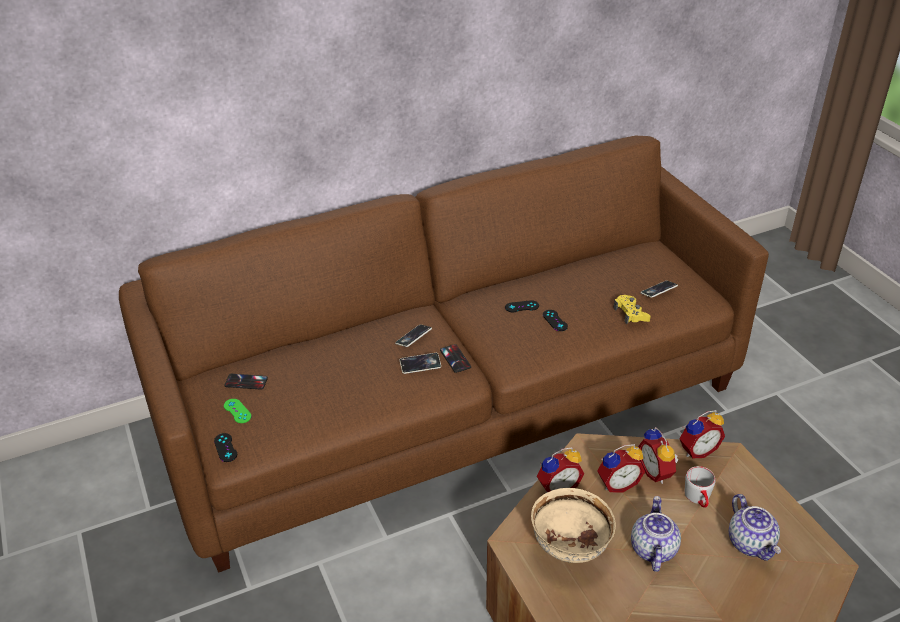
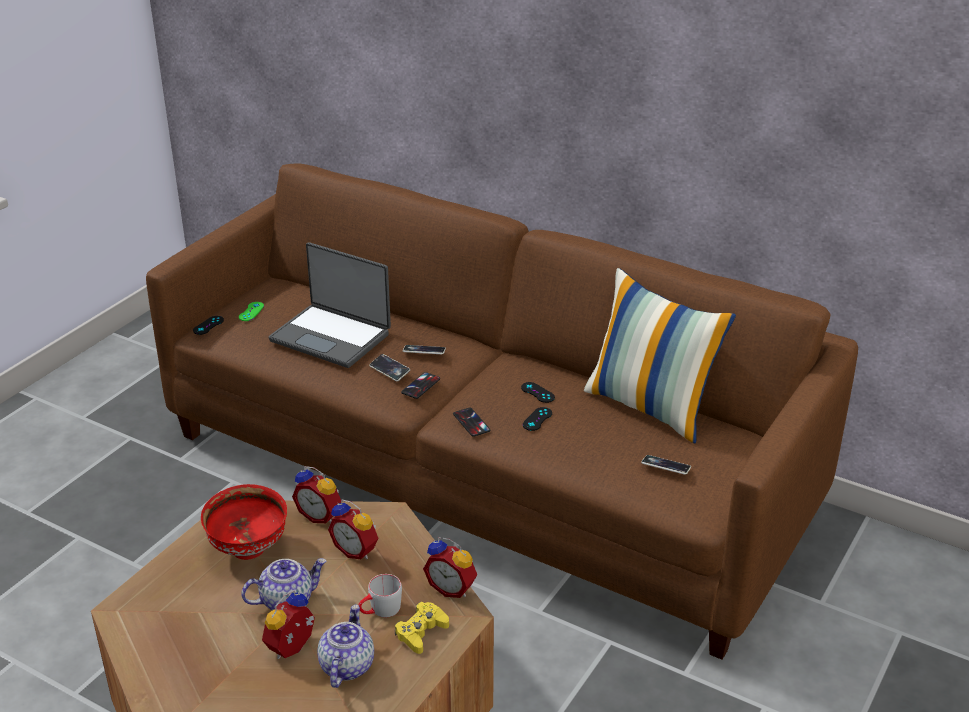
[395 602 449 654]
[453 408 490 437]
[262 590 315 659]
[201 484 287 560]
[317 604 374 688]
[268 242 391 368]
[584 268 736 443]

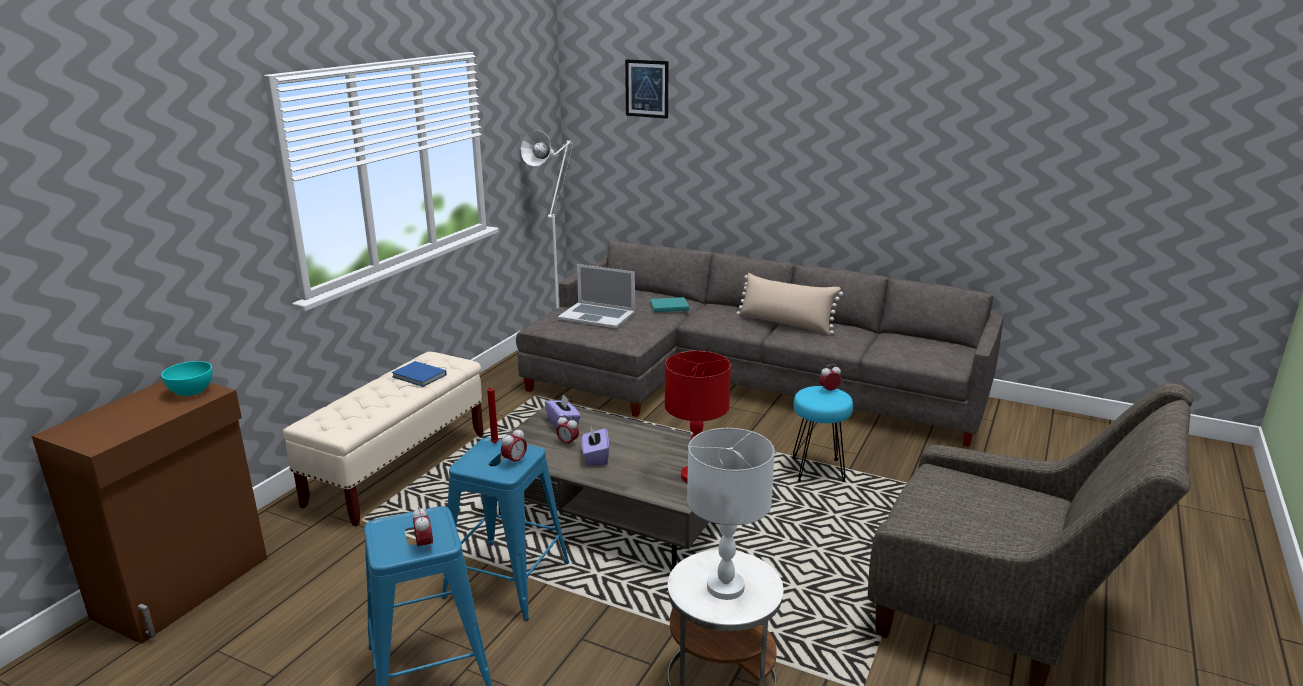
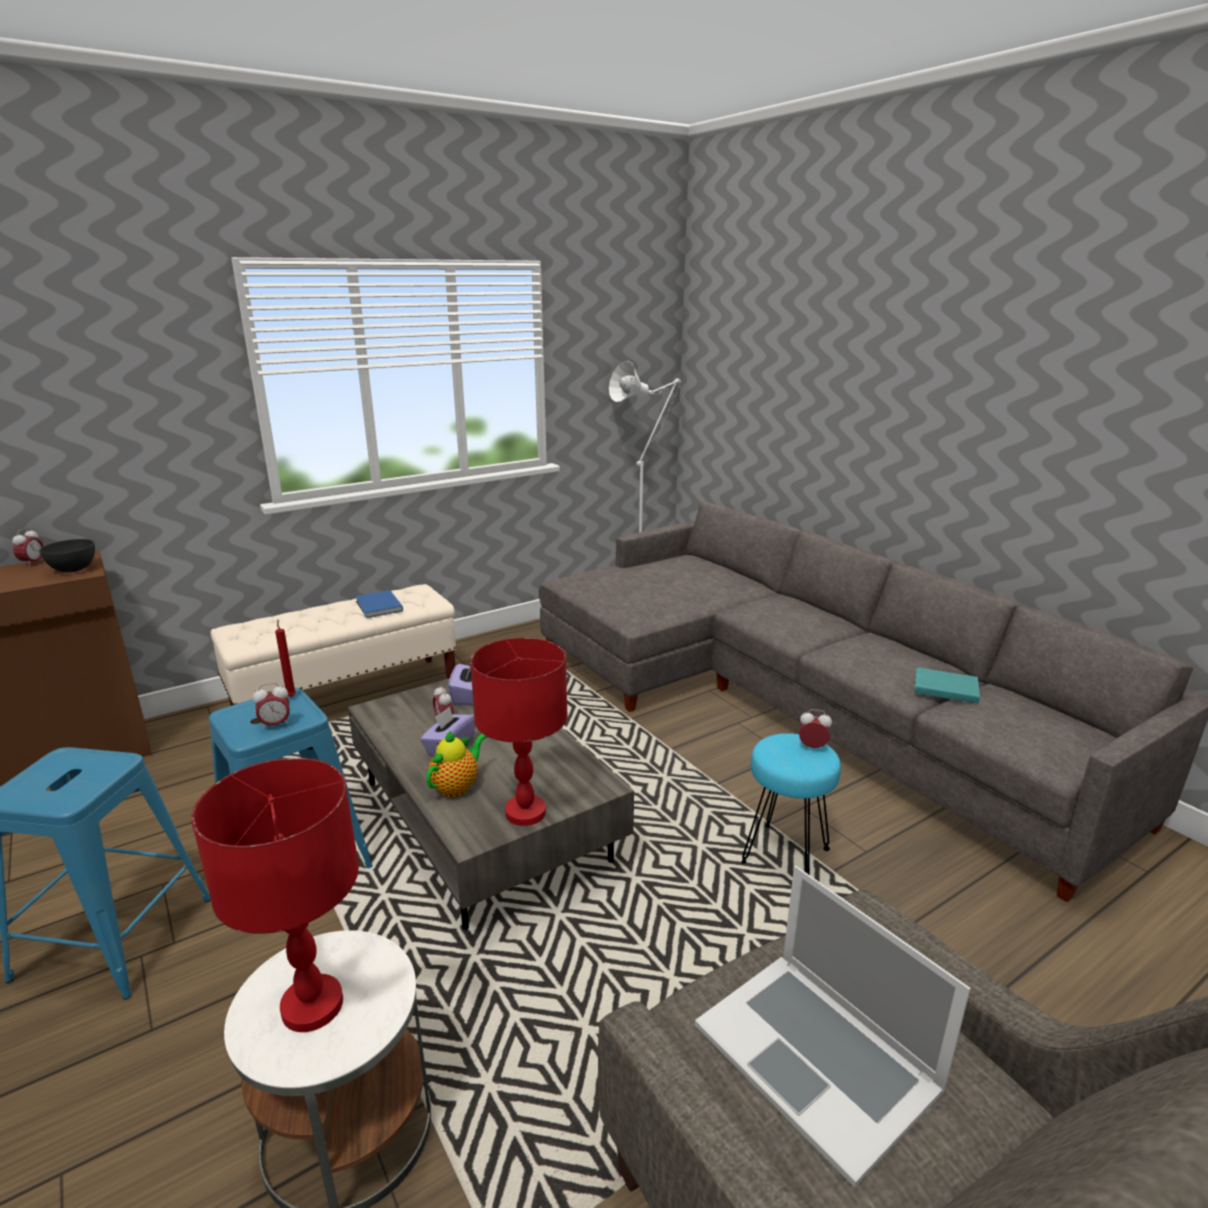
[625 59 669 119] (first image)
[695 866 971 1188]
[736 273 843 336] (first image)
[915 667 980 704]
[39 539 95 572]
[191 758 359 1032]
[12 528 44 567]
[426 730 487 798]

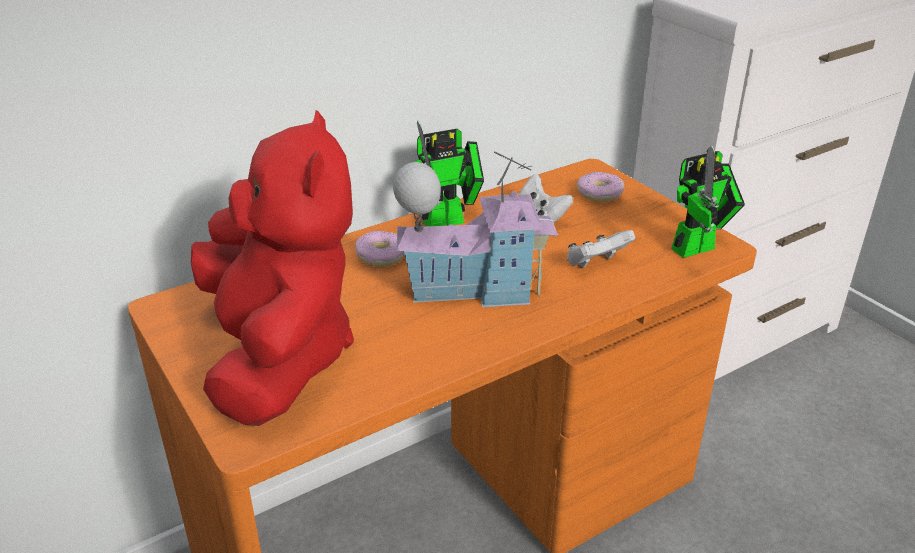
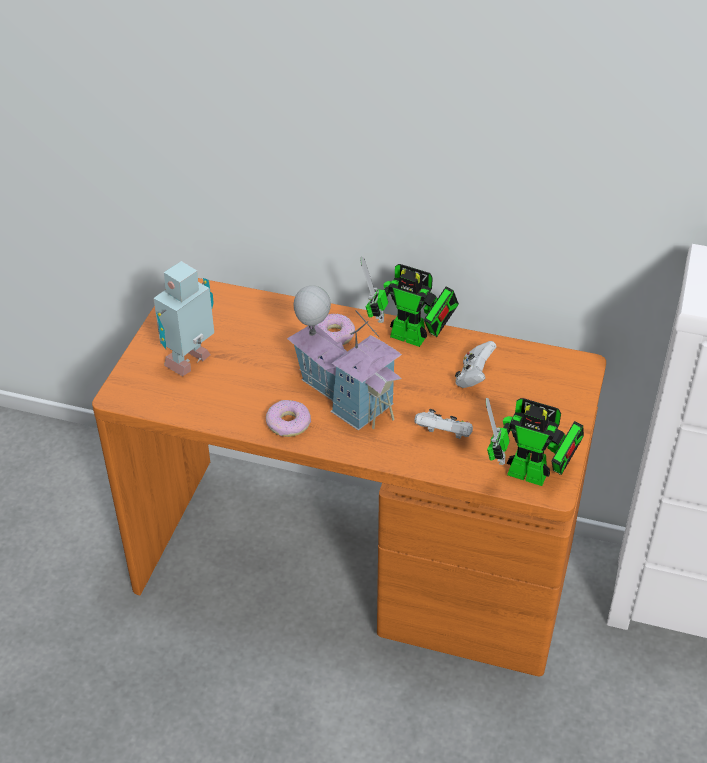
[153 261 214 376]
[266 400 311 437]

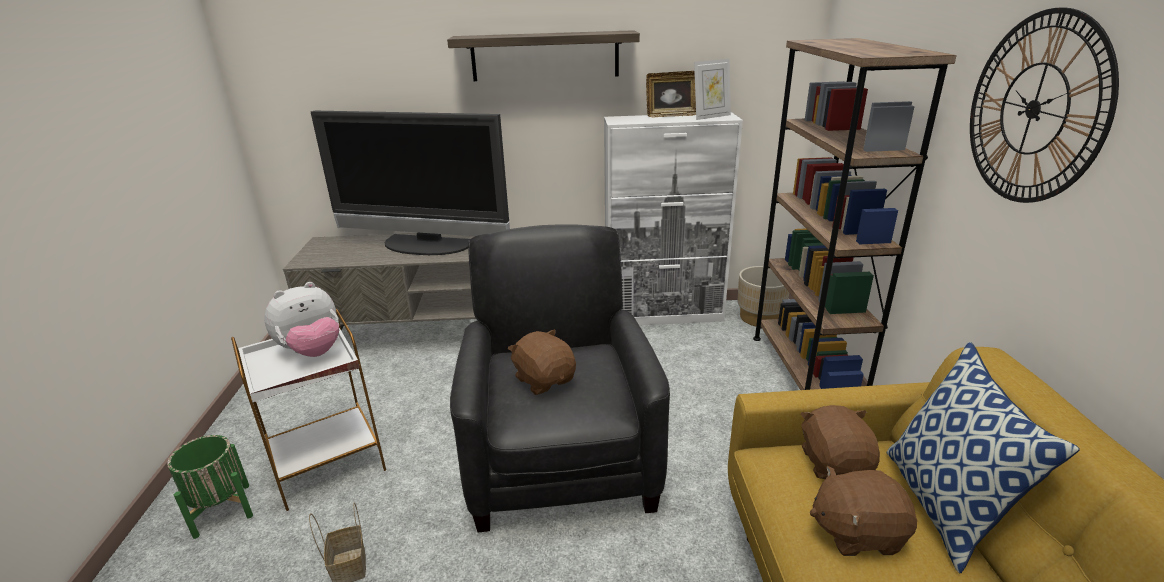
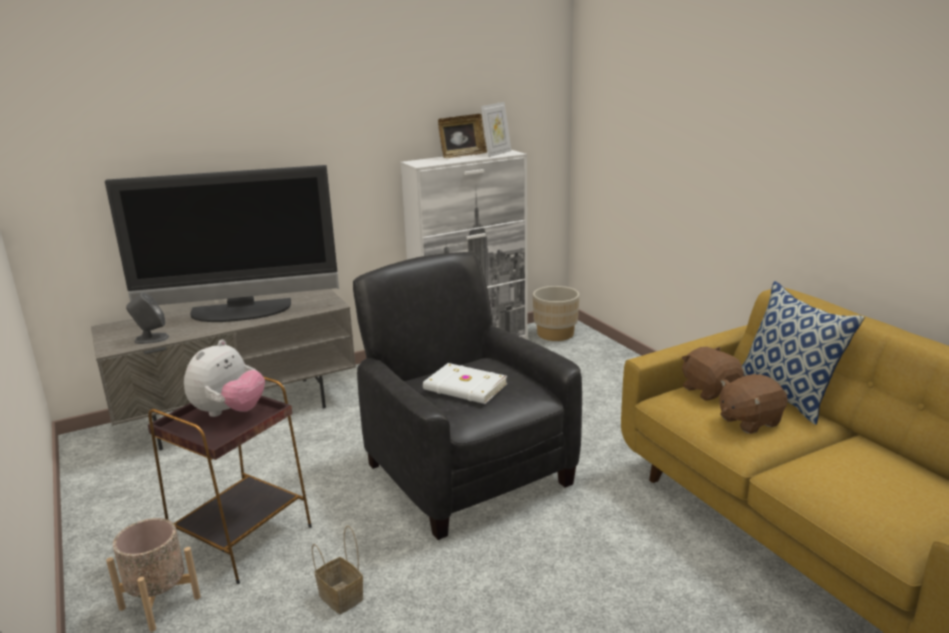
[970 7 1119 203] (first image)
[447 30 640 81] (first image)
[753 38 957 390] (first image)
[148 376 312 584]
[423 363 507 404]
[106 518 201 632]
[126 293 169 344]

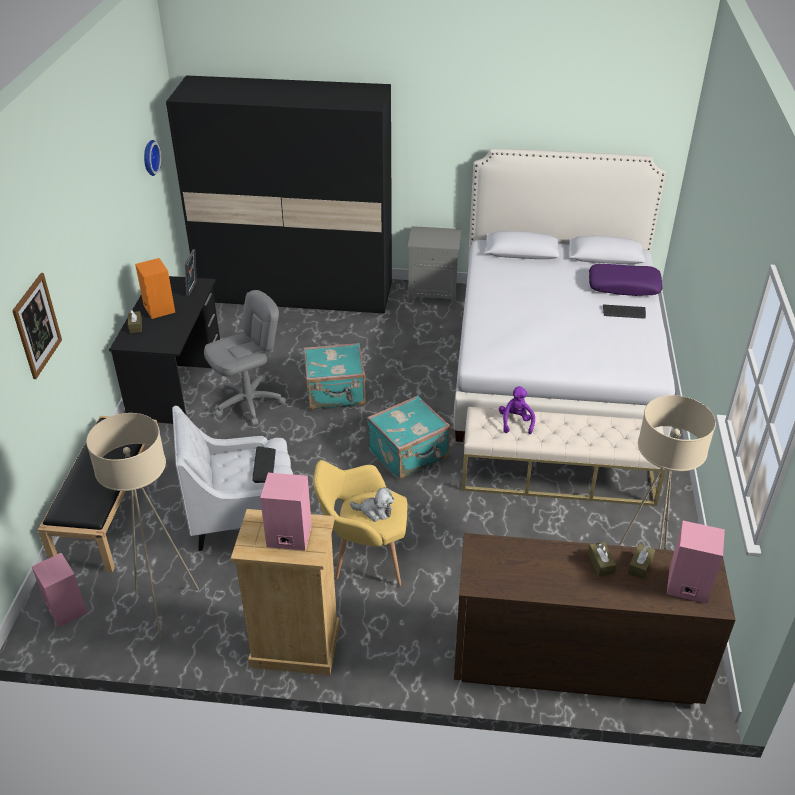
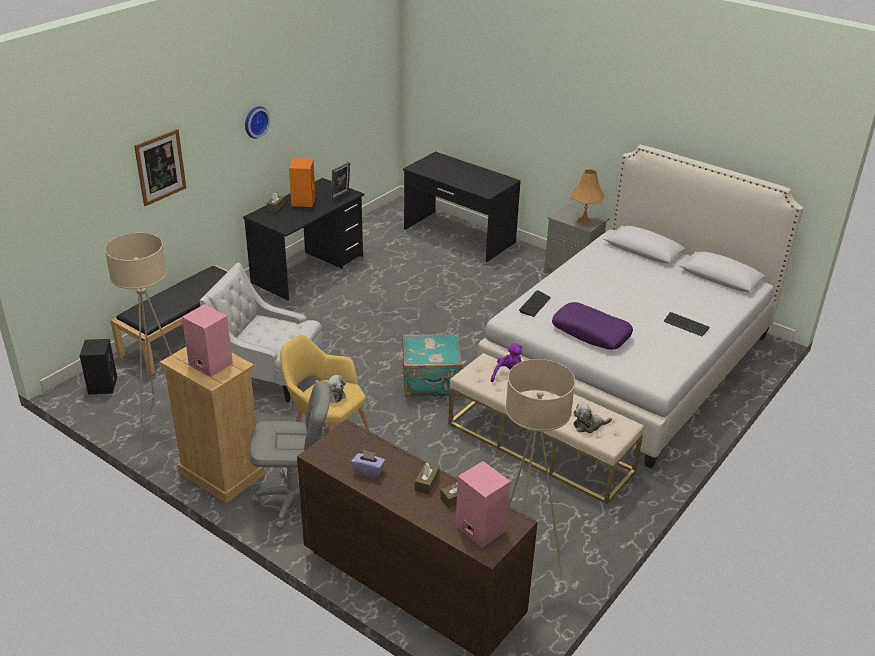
[403 151 521 262]
[245 106 270 139]
[552 302 633 350]
[249 381 330 529]
[303 343 366 410] (first image)
[519 290 551 317]
[79 339 117 394]
[570 169 605 225]
[573 402 612 433]
[351 450 385 478]

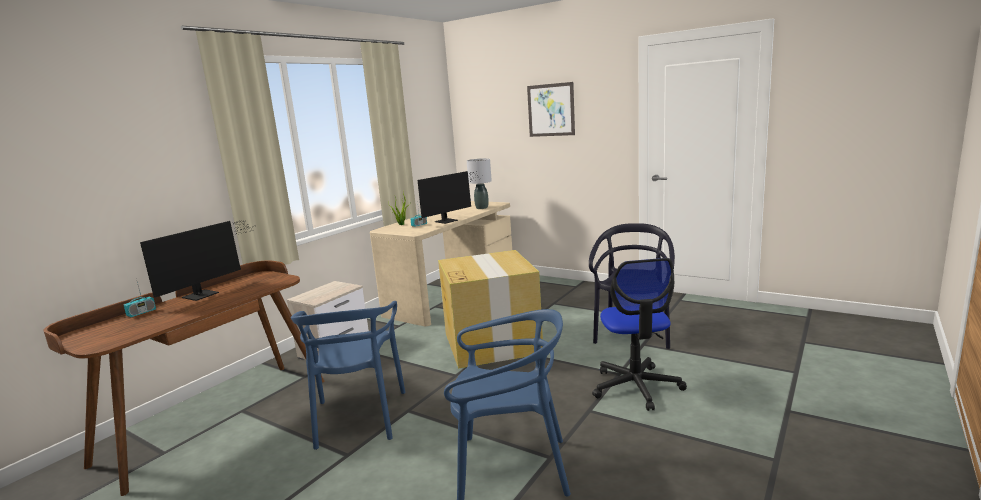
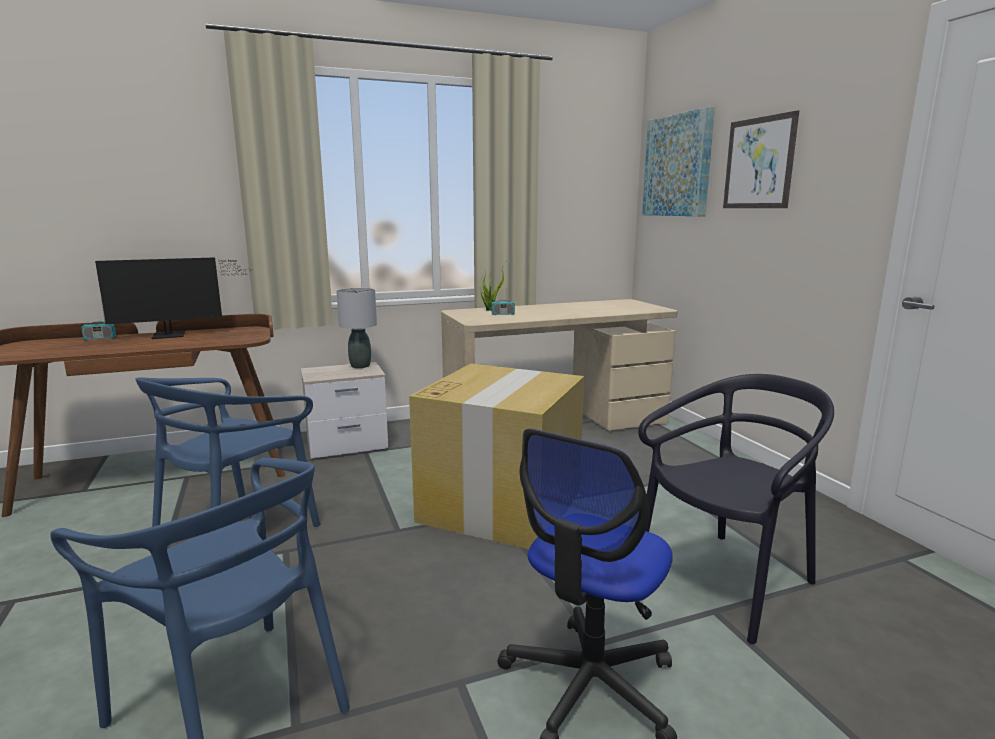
[337 288 377 368]
[417 171 482 224] (first image)
[642 106 715 216]

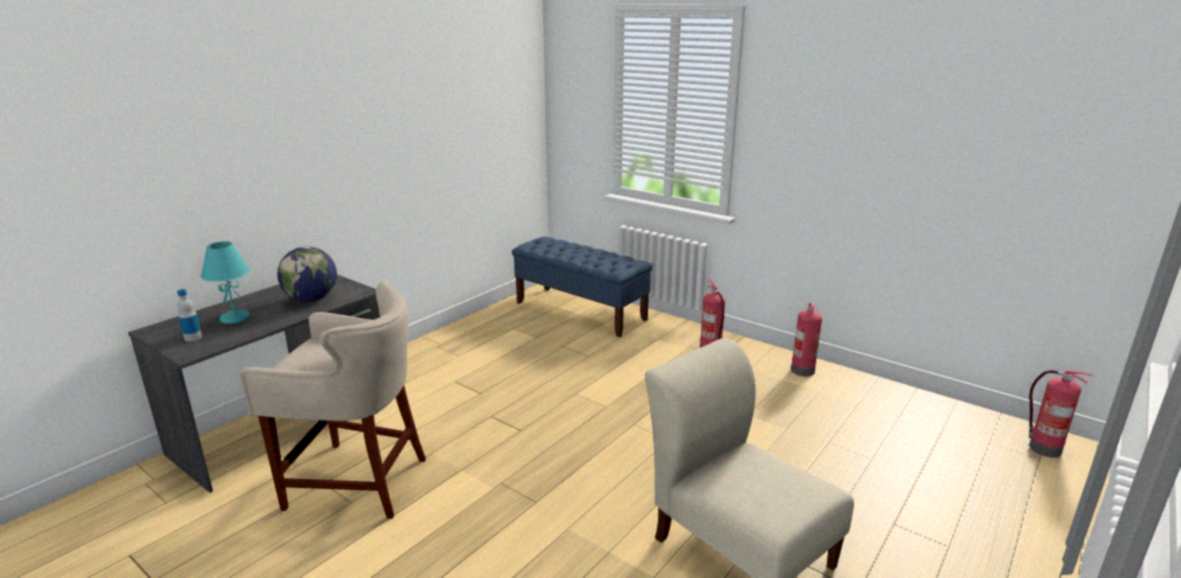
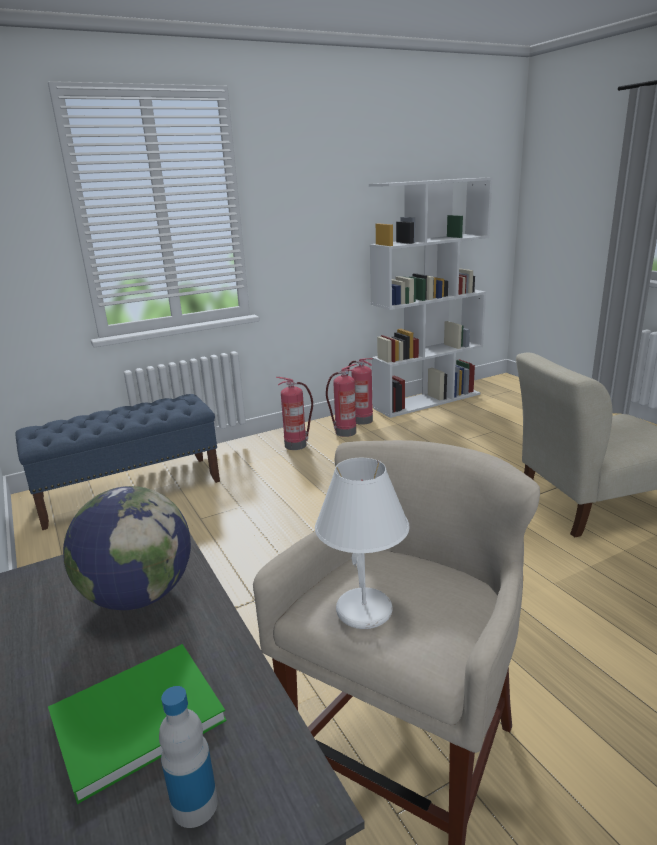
[48 644 227 804]
[326 364 357 437]
[369 177 493 418]
[315 458 410 629]

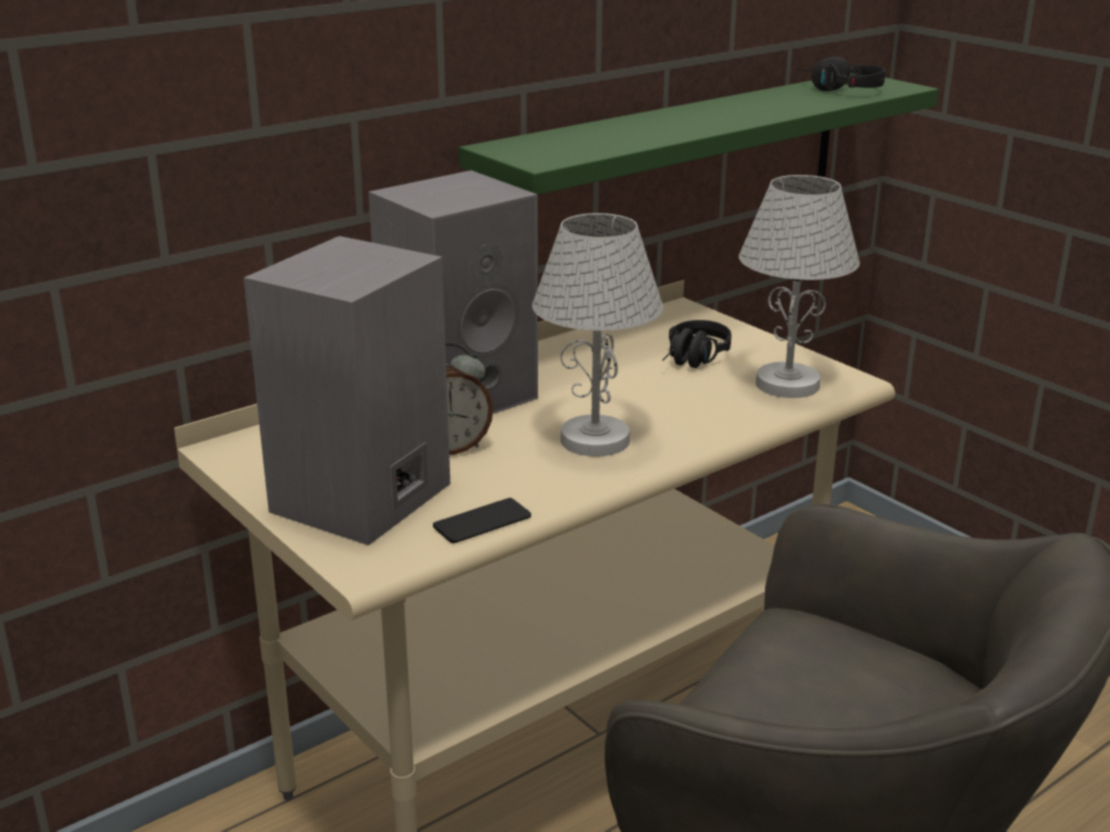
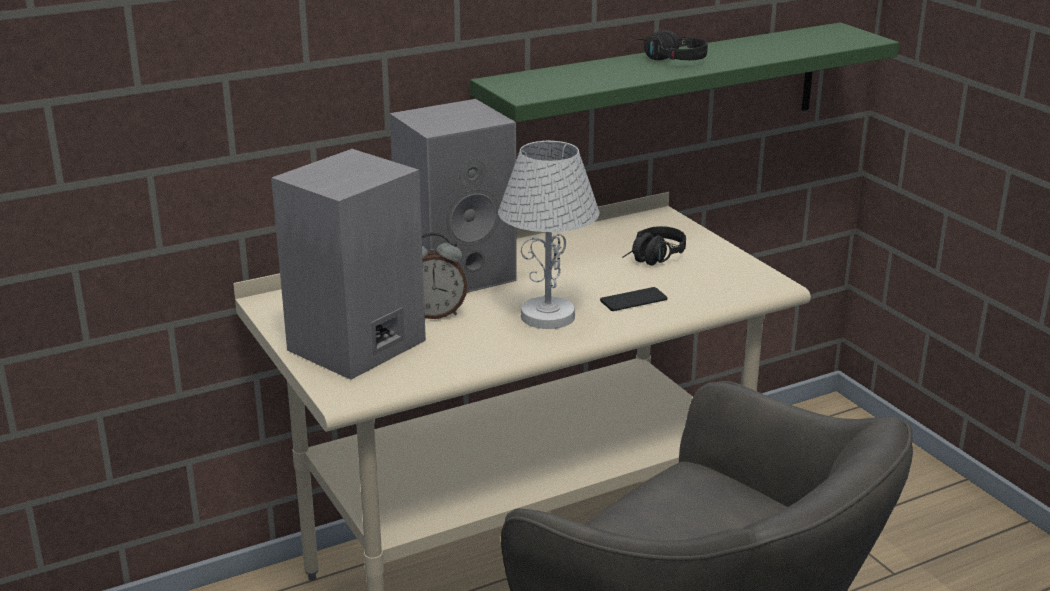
[636 30 708 60]
[739 175 860 398] (first image)
[600 287 667 311]

